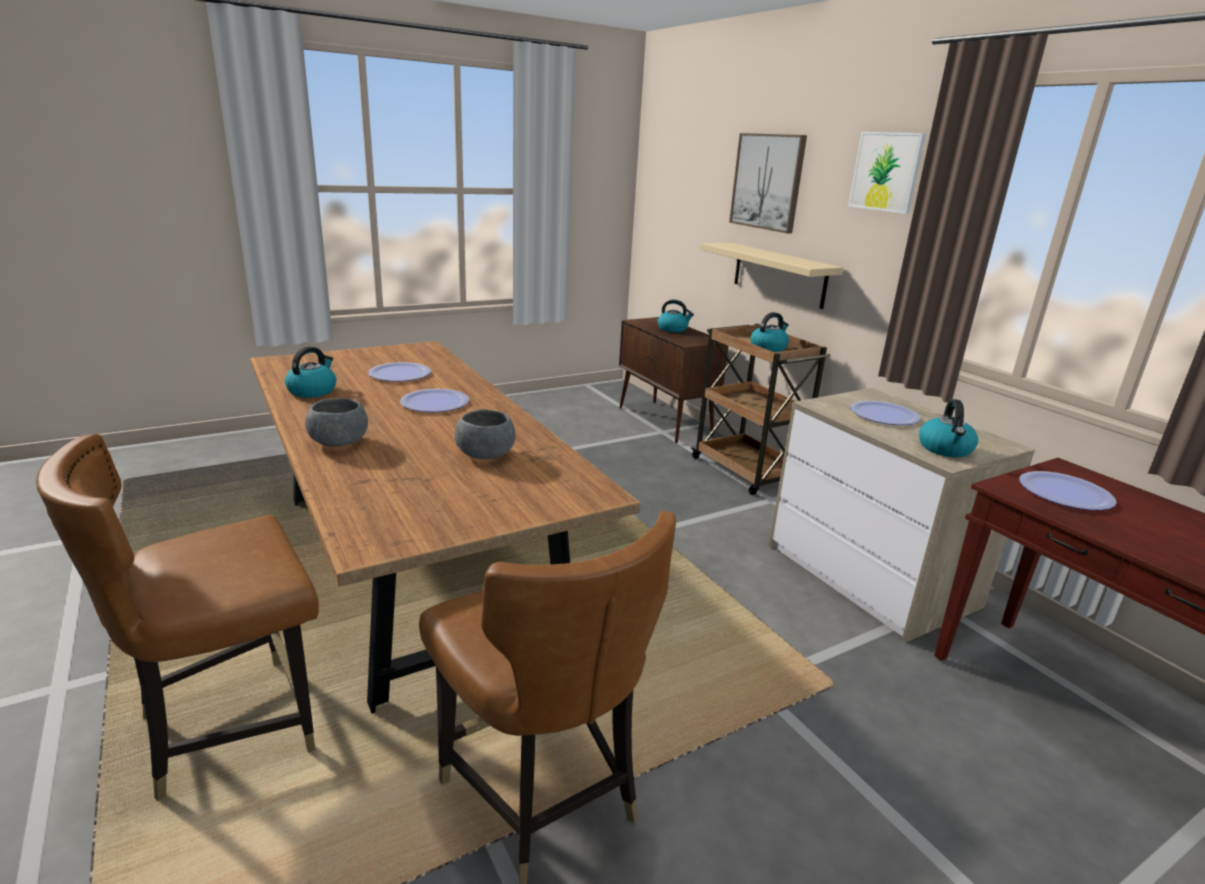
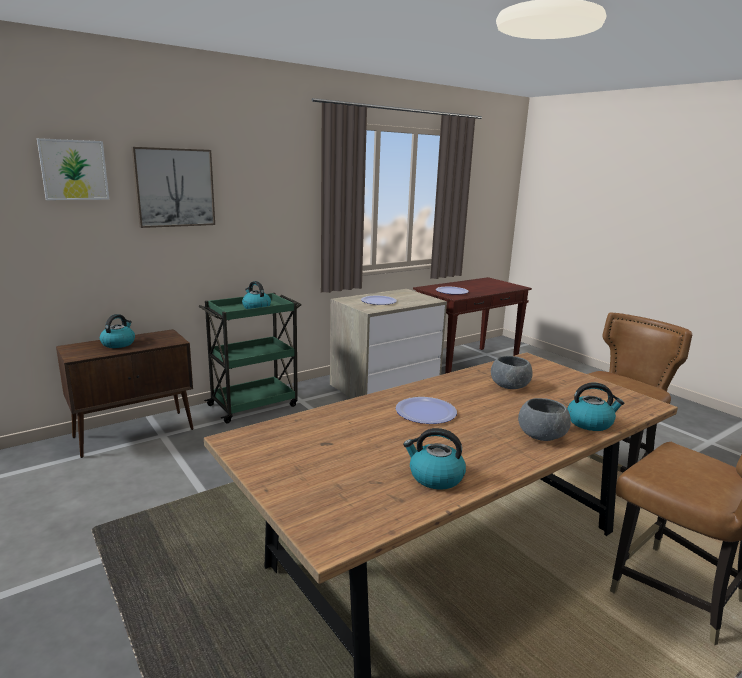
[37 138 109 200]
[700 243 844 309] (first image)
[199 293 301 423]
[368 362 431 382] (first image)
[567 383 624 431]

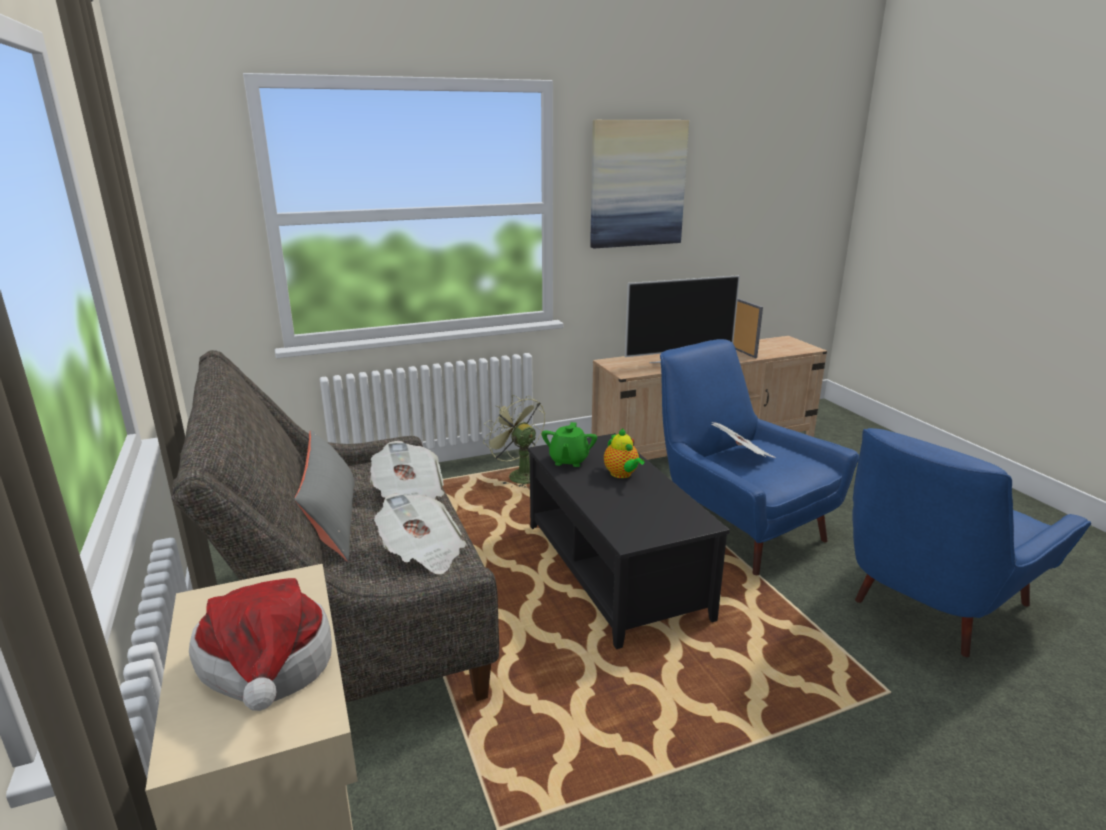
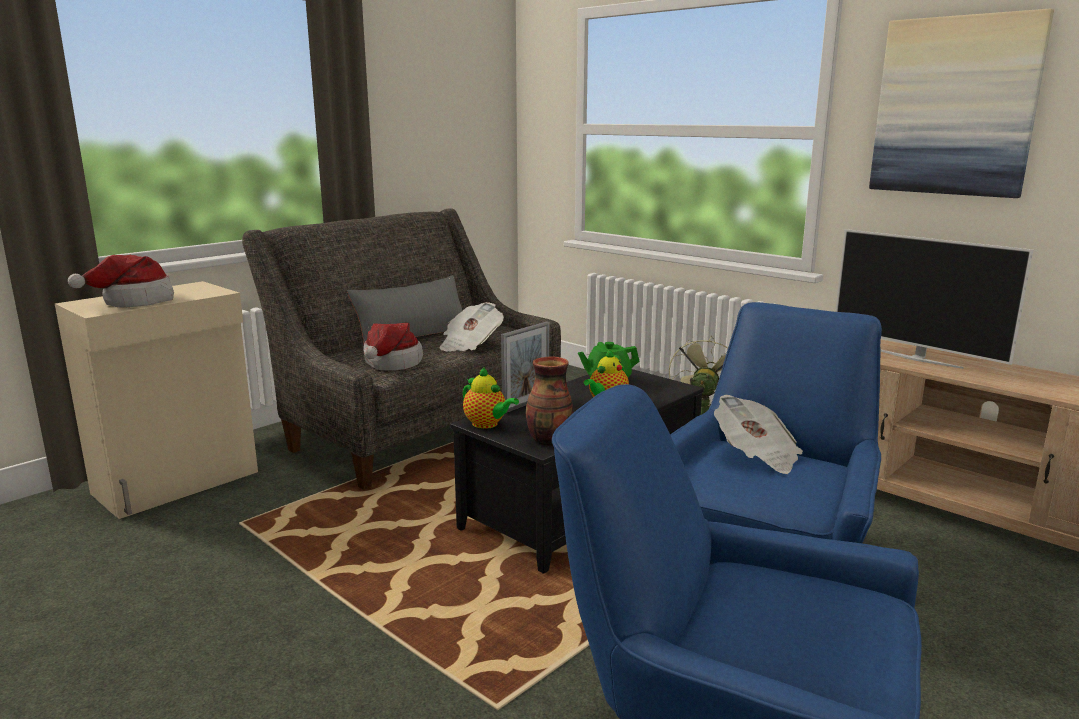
[501 321 550 413]
[363 323 423 371]
[526 356 573 446]
[463 367 519 429]

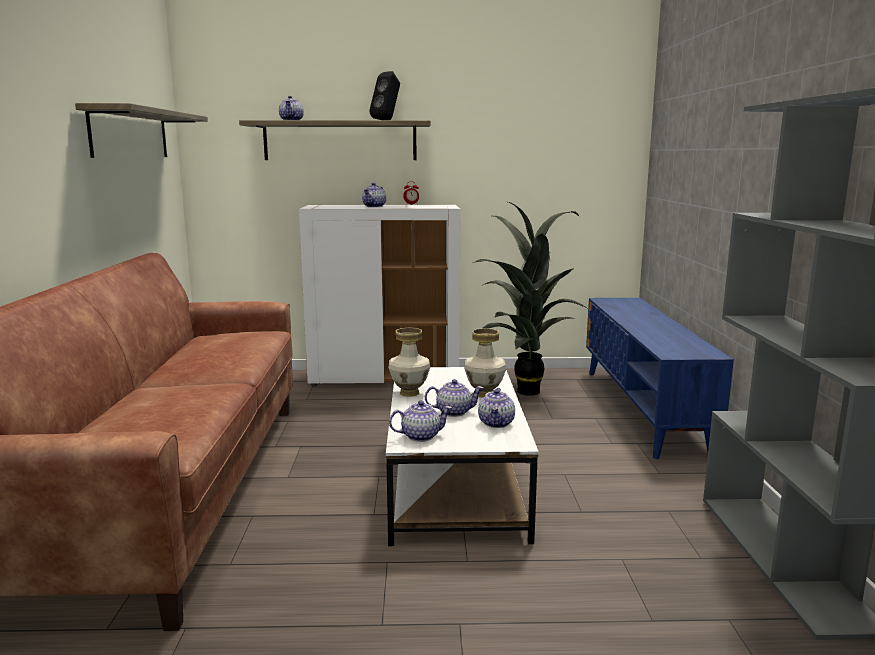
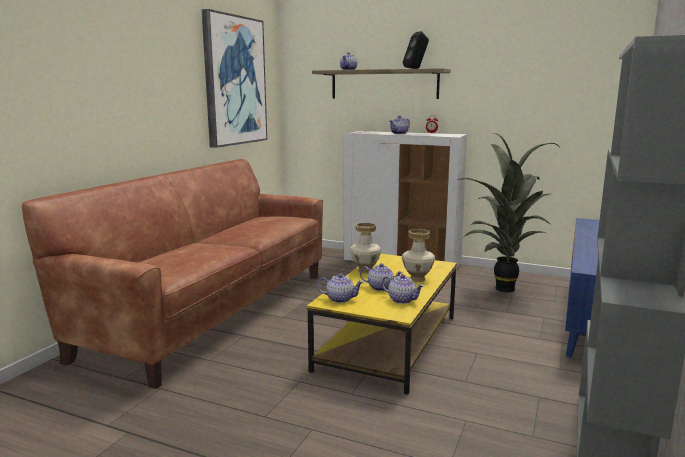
[202 9 267 148]
[307 254 457 394]
[382 274 424 304]

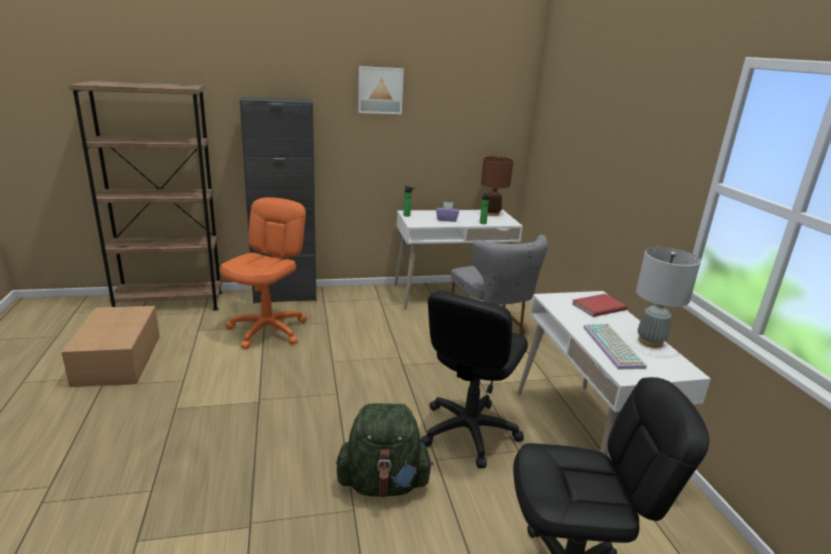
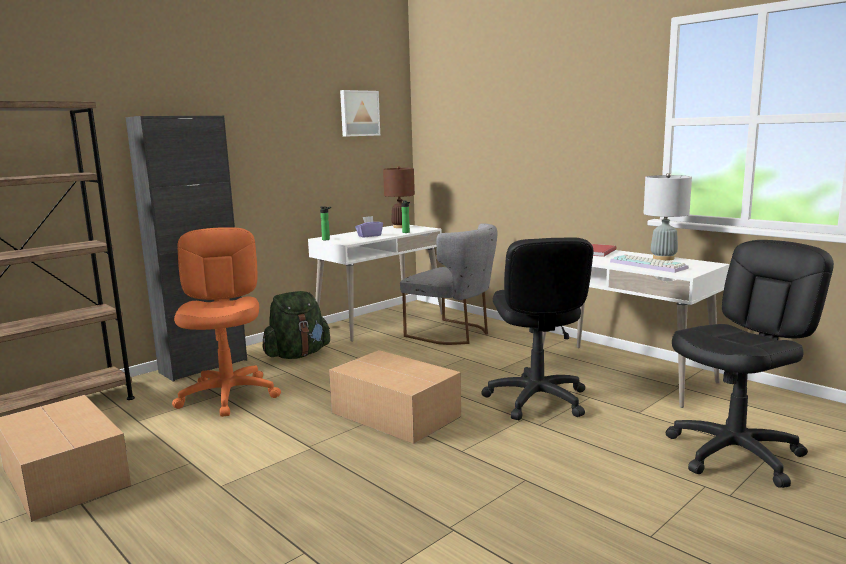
[340 90 380 137]
[263 291 330 359]
[329 350 461 444]

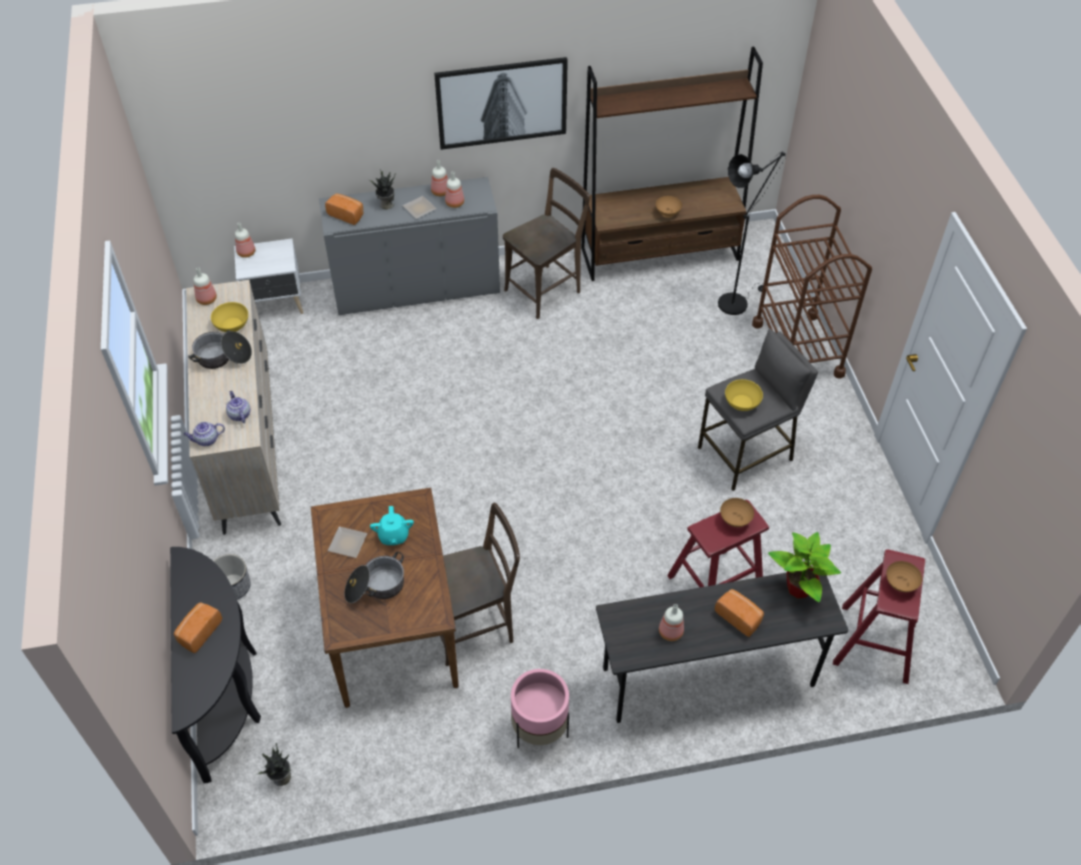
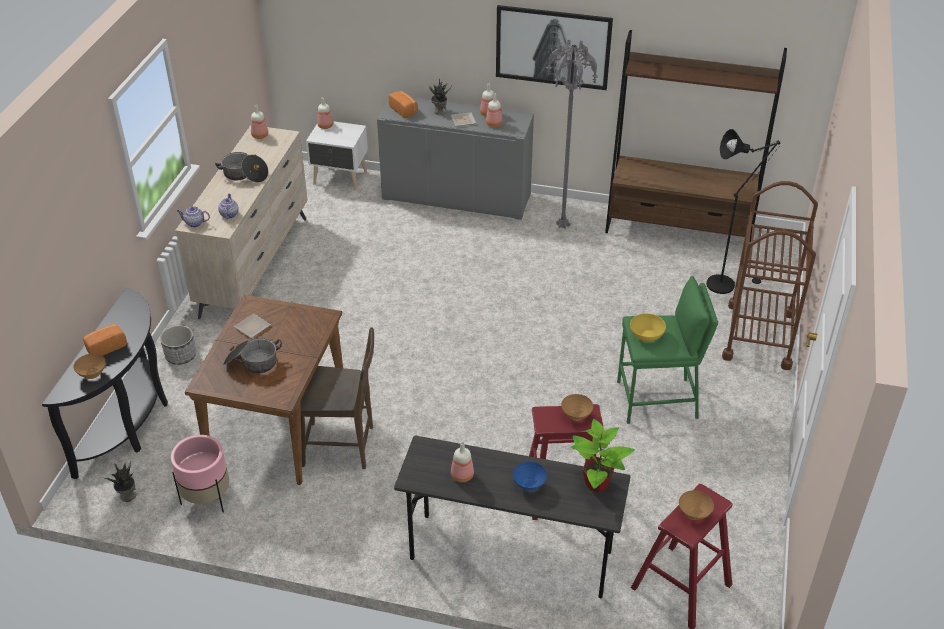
[546 40 598 229]
[73 354 106 379]
[211 302 248 332] (first image)
[617 276 718 424]
[370 506 414 545] (first image)
[513 462 547 491]
[171 435 229 513]

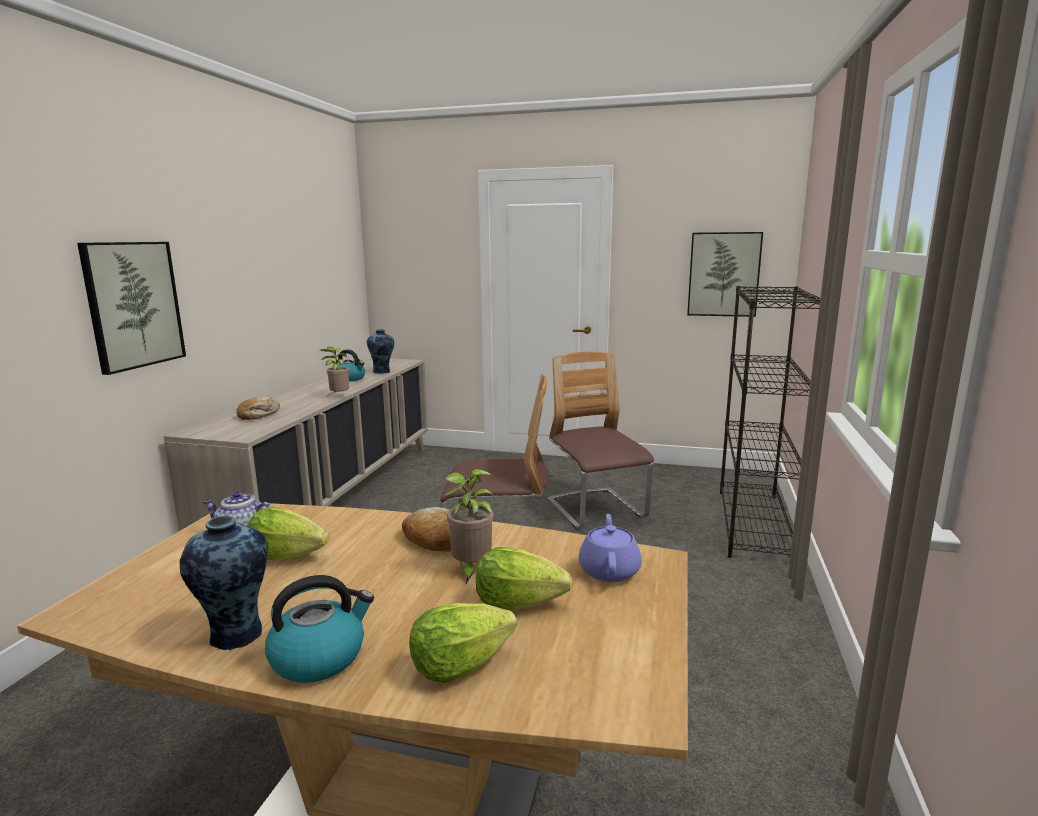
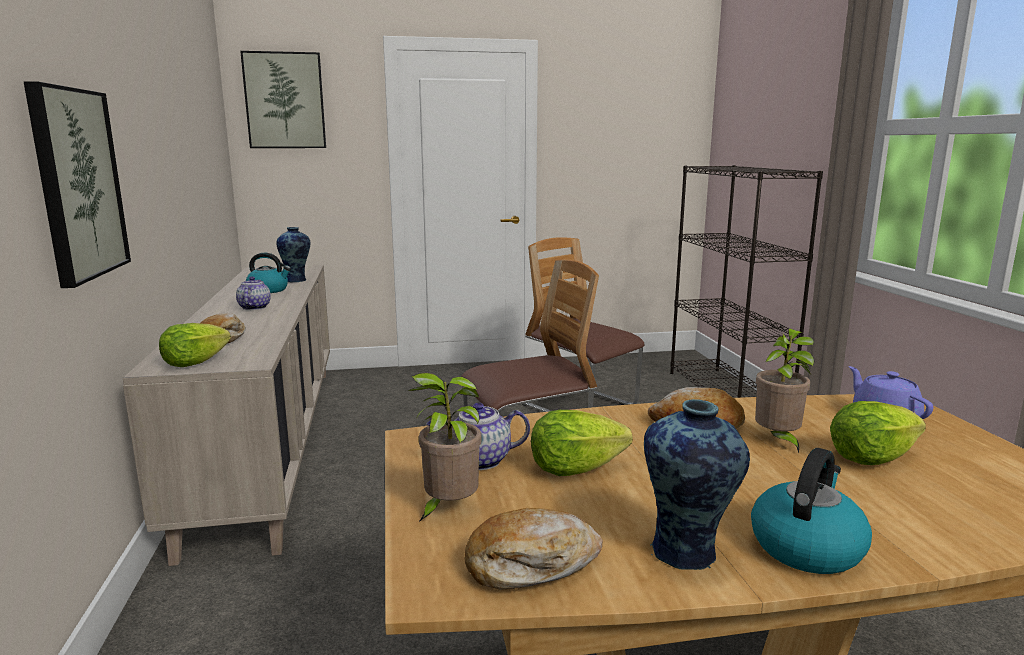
[240 51 326 148]
[408 373 481 522]
[159 323 231 367]
[236 276 271 310]
[464 508 603 590]

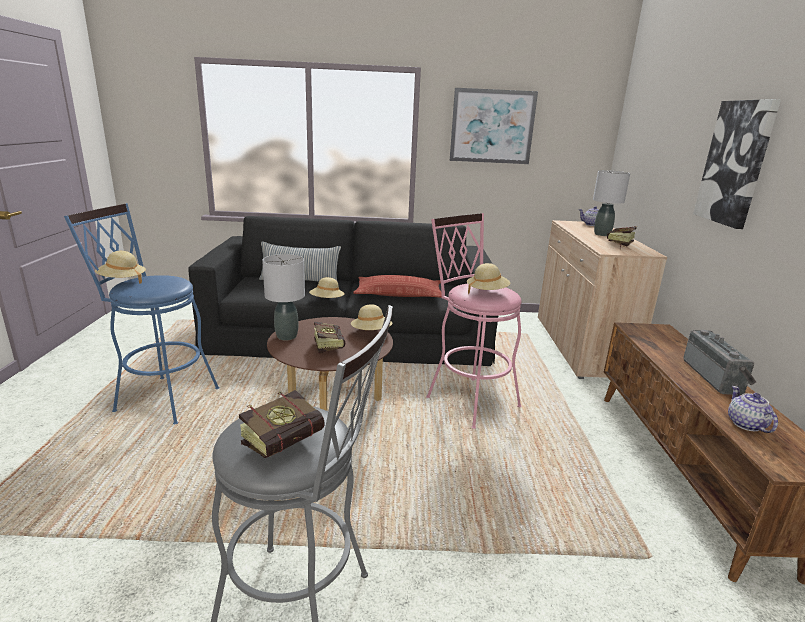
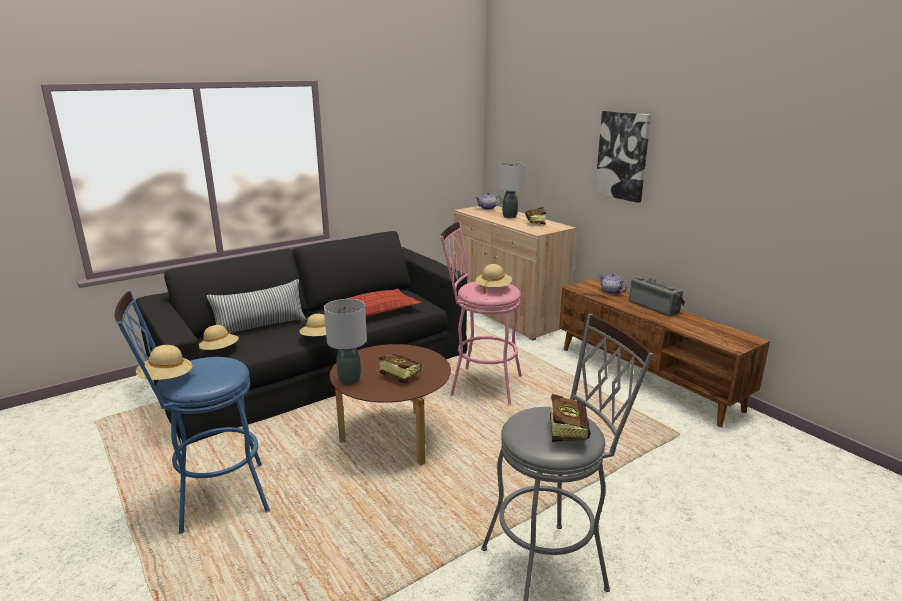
[450 88 538 164] (first image)
[199 325 239 350]
[599 273 627 295]

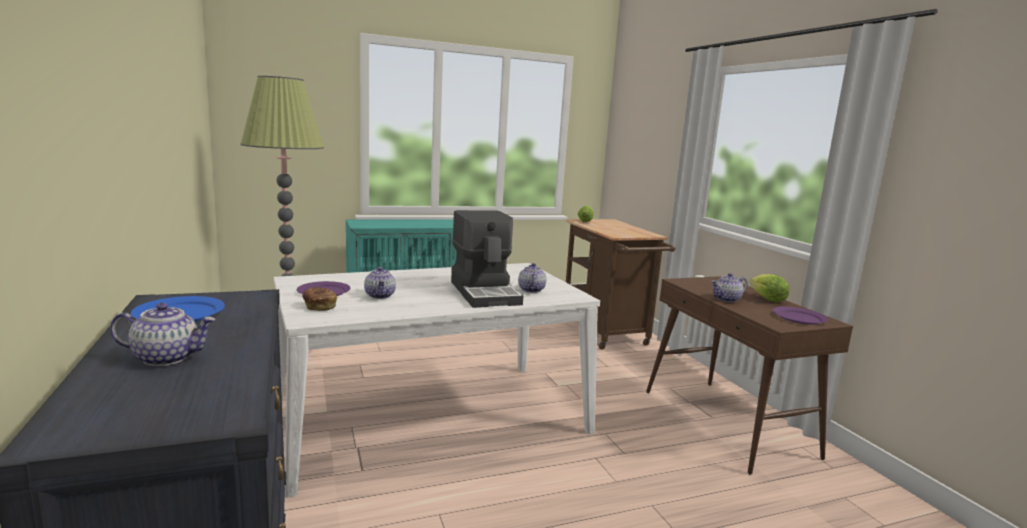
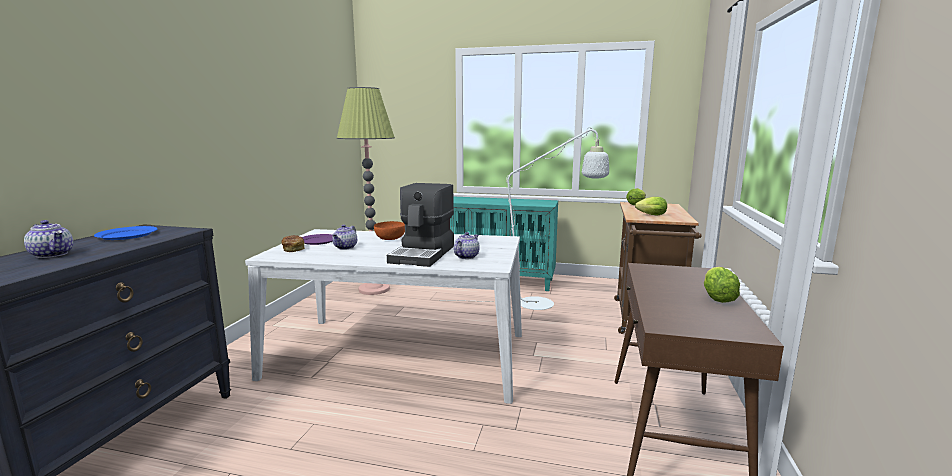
[711 273 748 302] (first image)
[773 307 828 325] (first image)
[442 127 609 310]
[635 197 667 215]
[374 221 405 240]

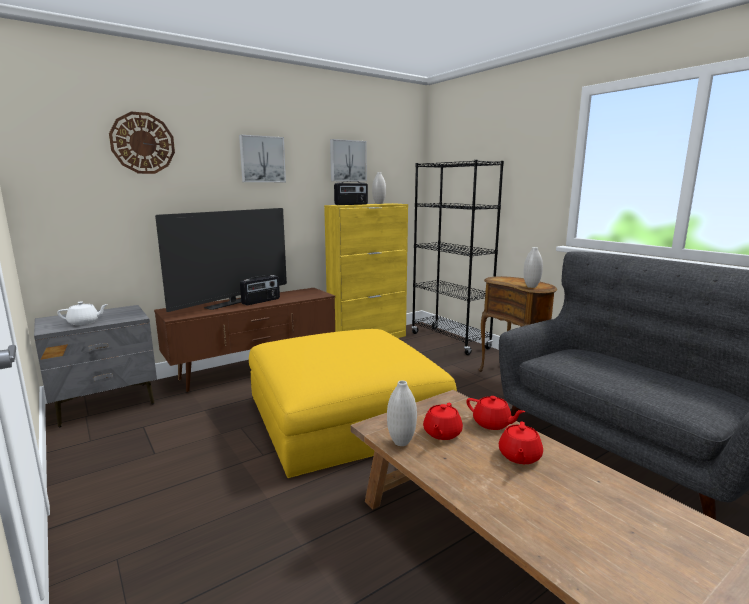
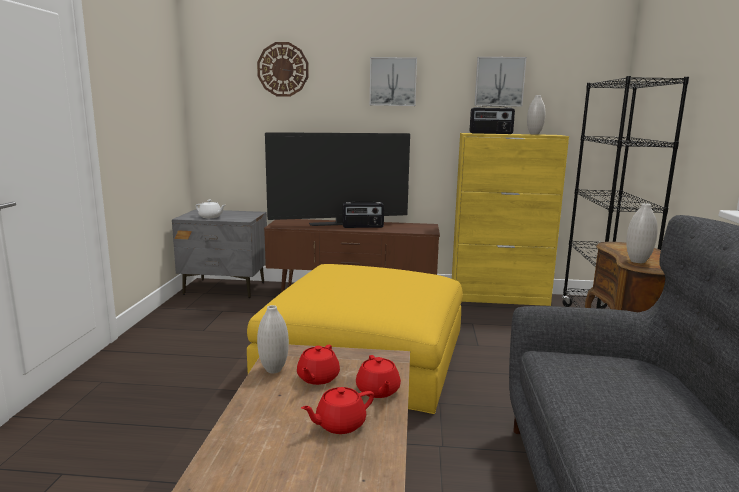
[297 345 340 385]

